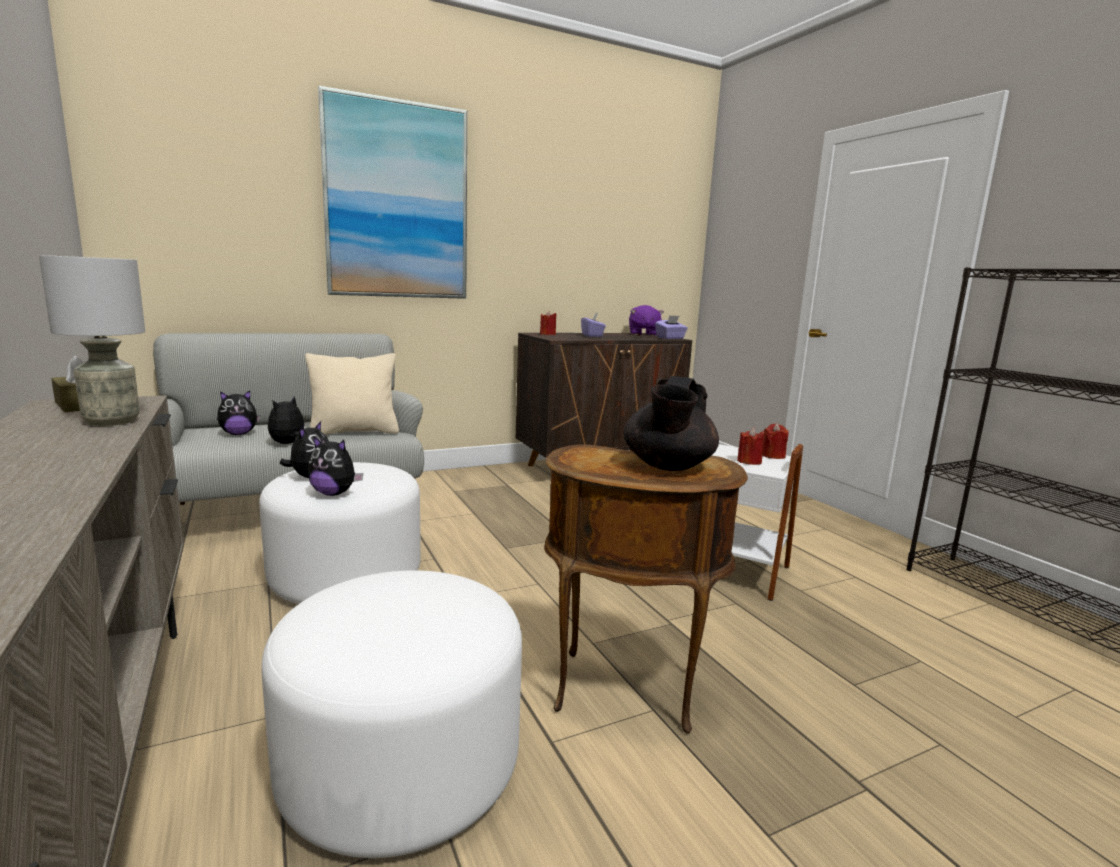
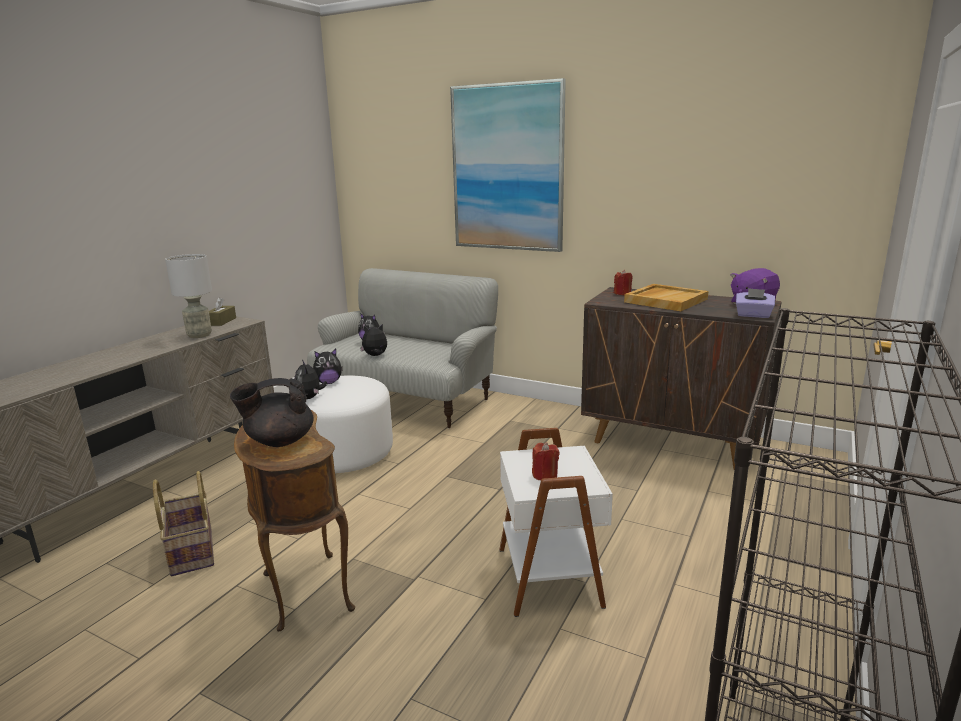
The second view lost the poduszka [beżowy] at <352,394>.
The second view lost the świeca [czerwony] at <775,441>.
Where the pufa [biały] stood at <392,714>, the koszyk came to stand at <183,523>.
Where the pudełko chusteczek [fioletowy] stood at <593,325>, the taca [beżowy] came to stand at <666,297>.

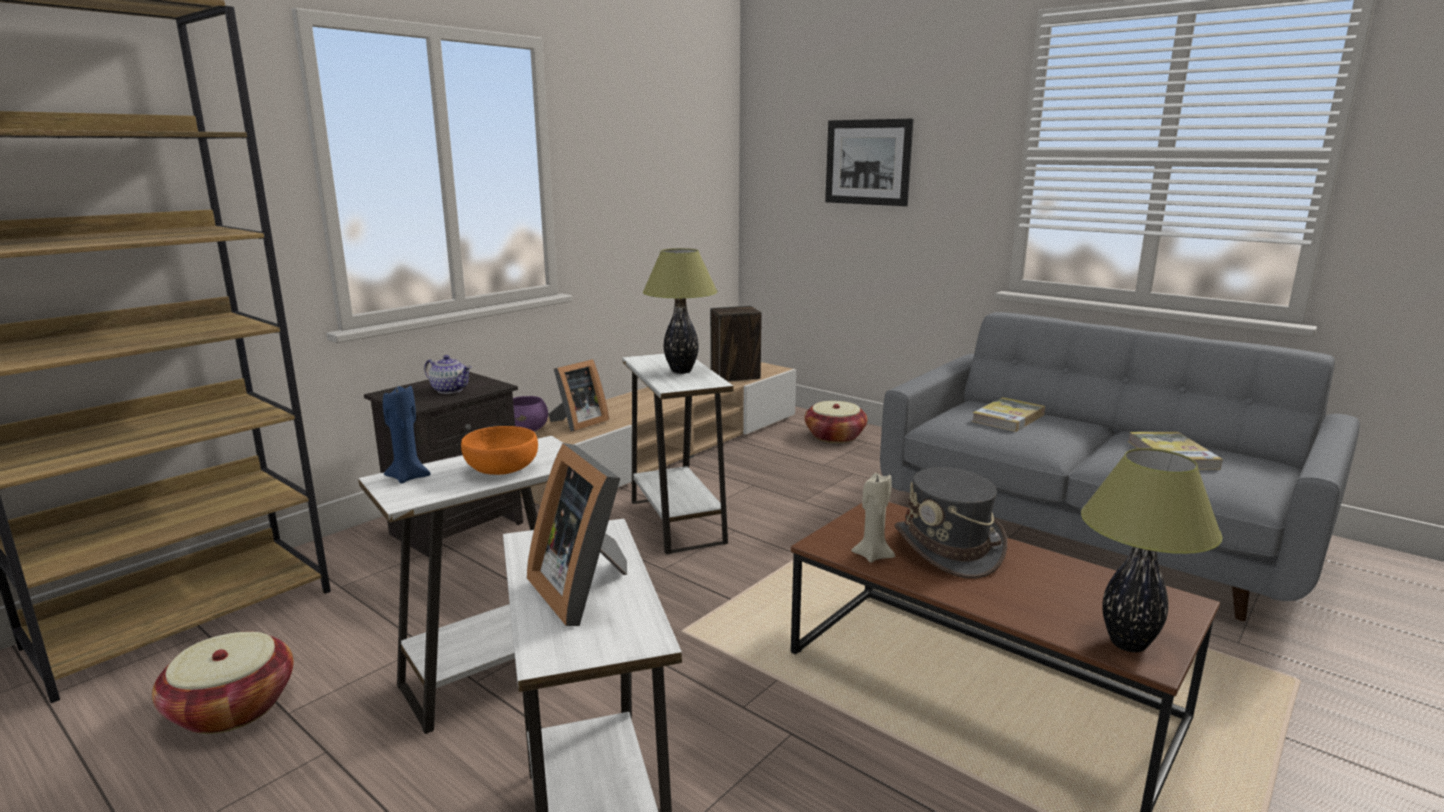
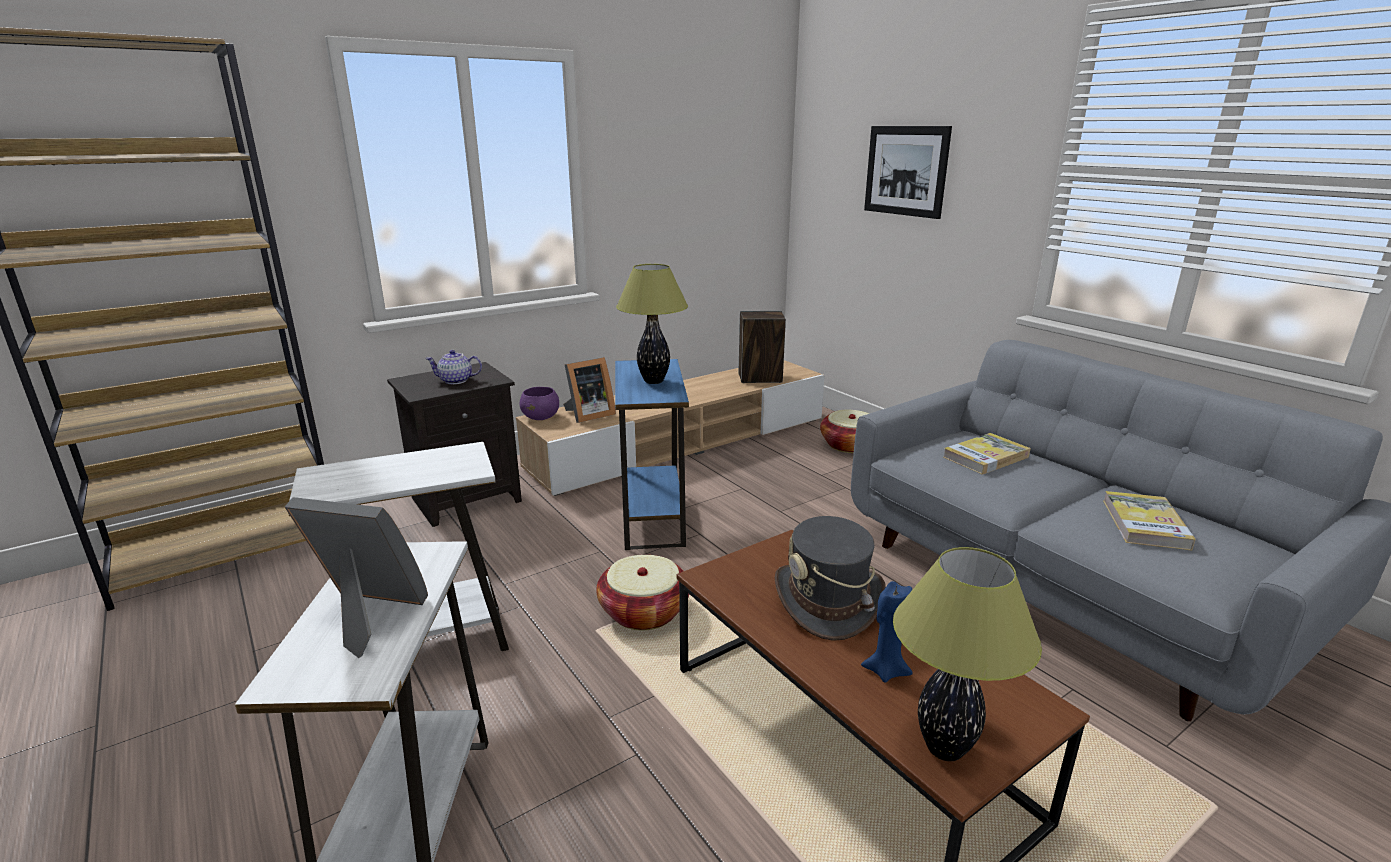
The second view lost the miska [pomarańczowy] at <499,450>.
The second view lost the świeca [beżowy] at <873,518>.
The koszyk ended up elsewhere, having gone from <222,683> to <642,592>.
The świeca [niebieski] ended up elsewhere, having gone from <407,434> to <887,632>.
What was the stolik [biały] at <678,454> turned into the stolik [niebieski] at <652,454>.
The imbryk at <448,374> ended up facing another way, 135 degrees clockwise from before.
The ramka na zdjęcie at <577,534> ended up facing another way, 120 degrees clockwise from before.

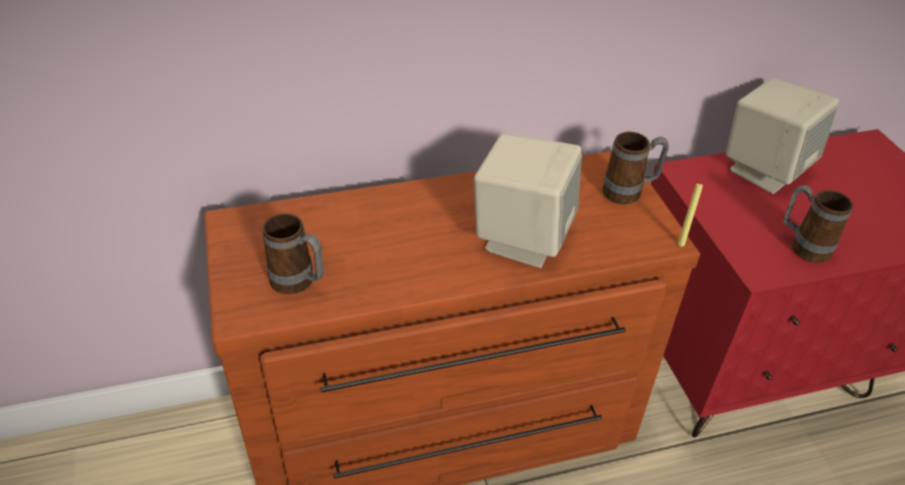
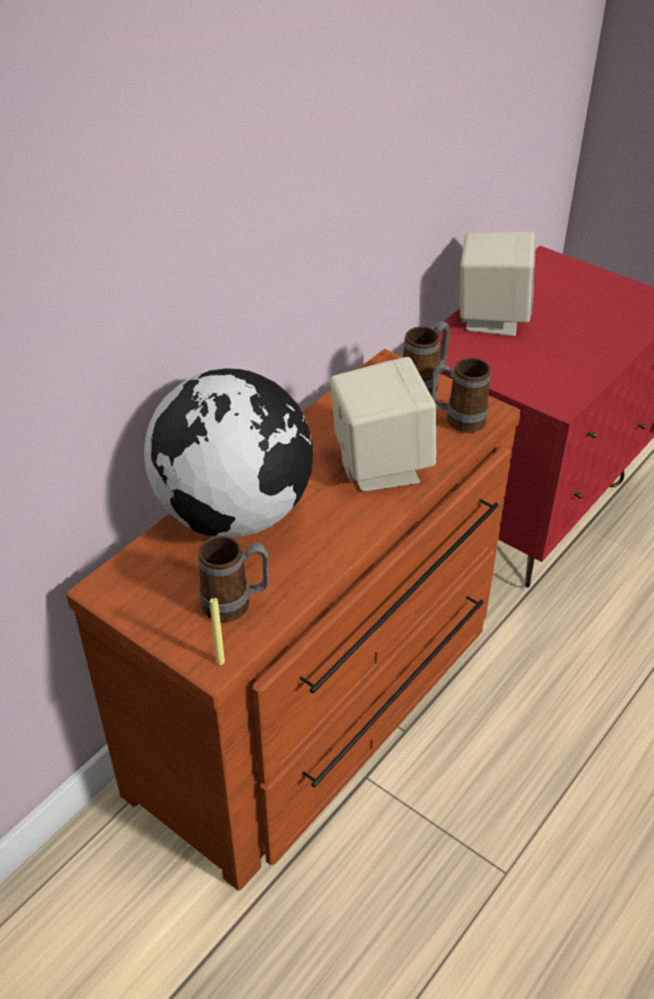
The second view gained the globus at <228,453>.
The świeca [żółty] ended up elsewhere, having gone from <690,215> to <217,631>.
The kubek ended up elsewhere, having gone from <818,224> to <461,395>.

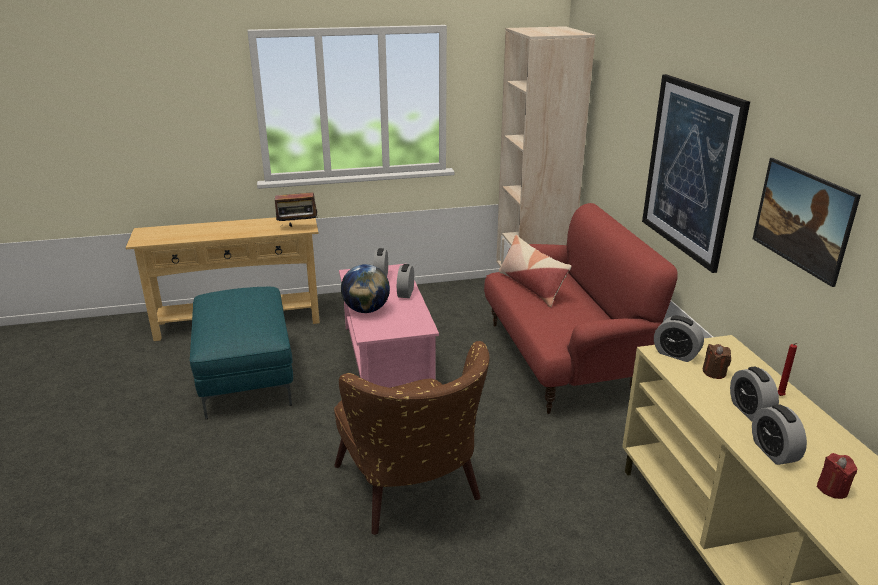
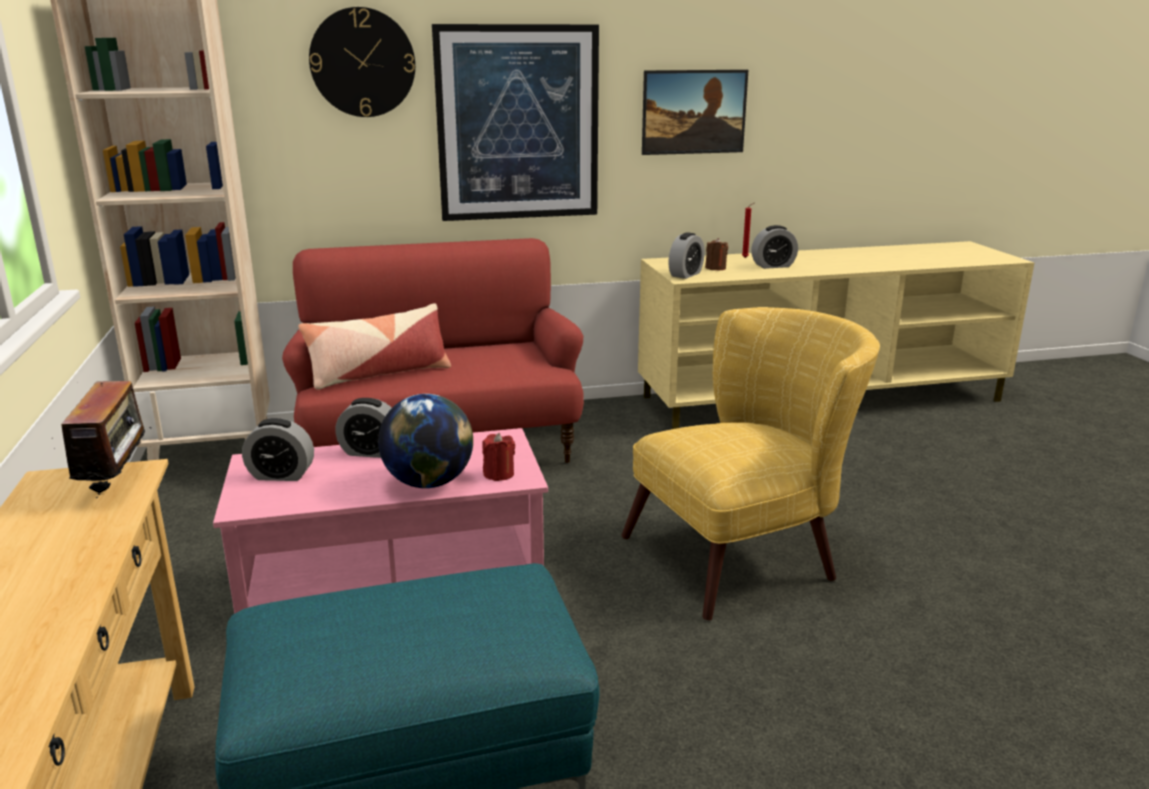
The second view lost the budzik at <779,435>.
The second view gained the zegar ścienny at <362,62>.
The świeca [czerwony] ended up elsewhere, having gone from <837,476> to <498,457>.
What was the fotel [brązowy] at <411,438> turned into the fotel [żółty] at <750,464>.

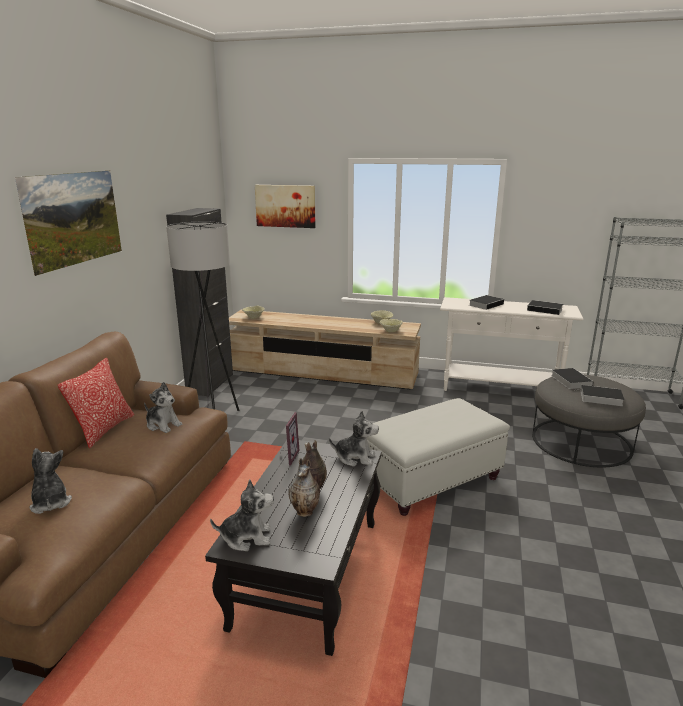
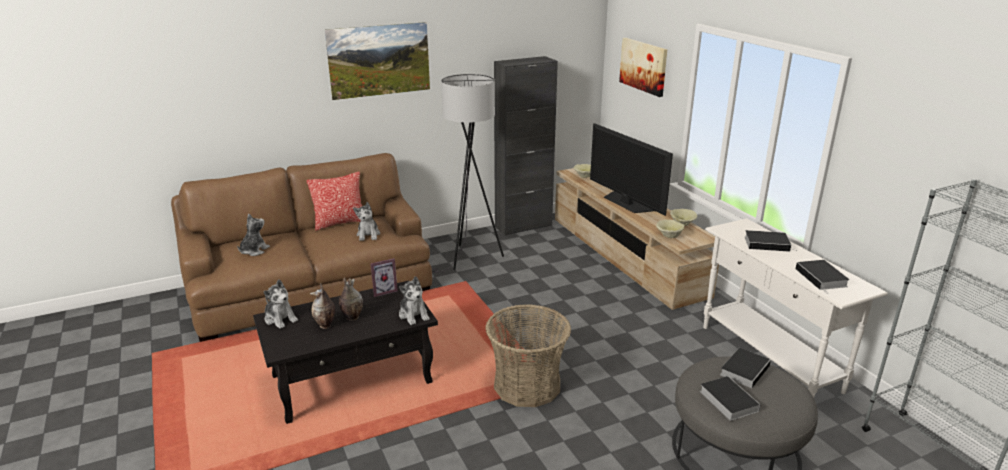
The second view gained the telewizor at <631,169>.
Where the pufa [biały] stood at <438,457>, the koszyk came to stand at <528,355>.

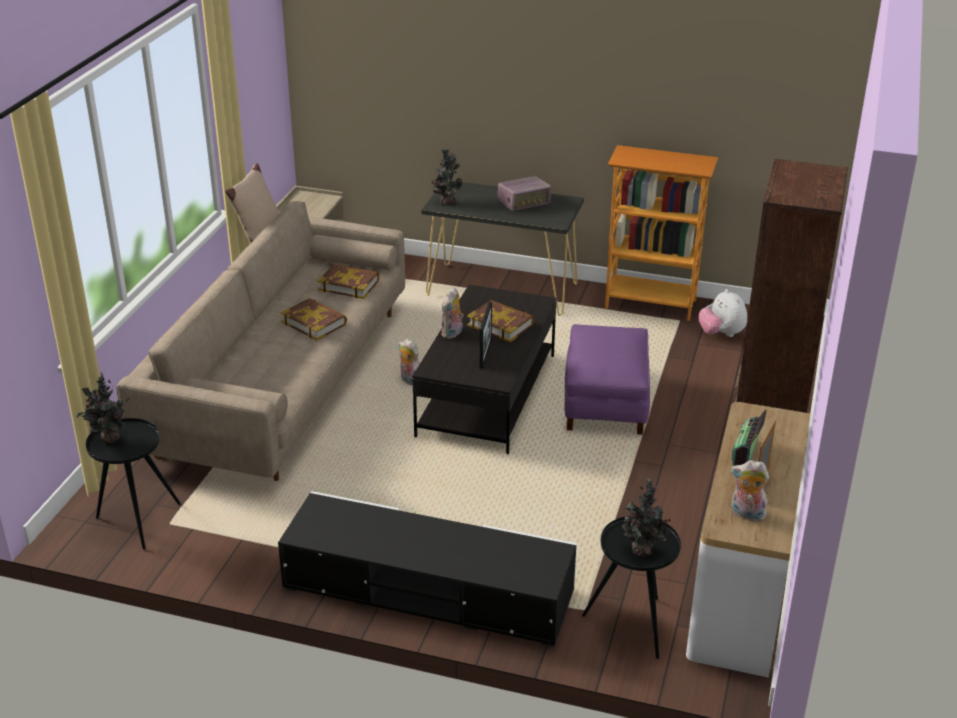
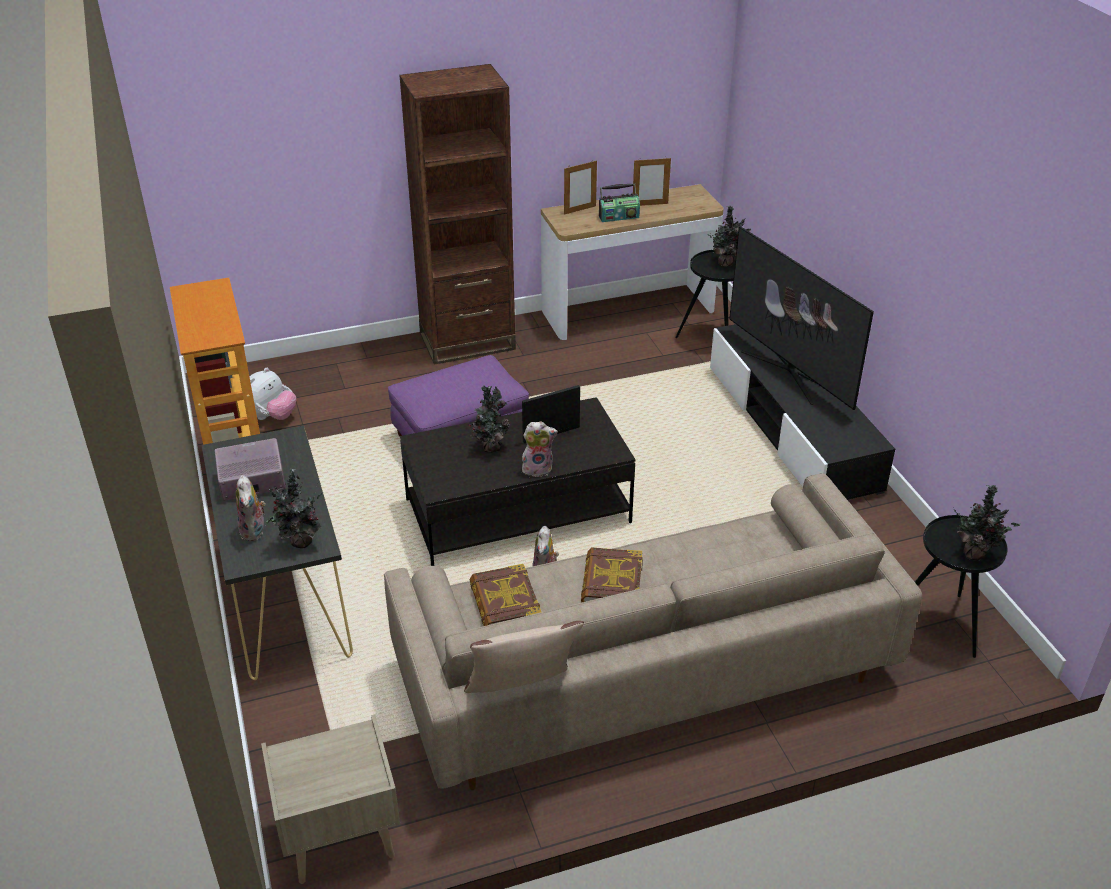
The second view gained the ramka na zdjęcie at <580,188>.
The second view gained the telewizor at <801,318>.
The pluszak ended up elsewhere, having gone from <750,491> to <251,508>.
Where the książka stood at <501,321>, the roślina doniczkowa came to stand at <489,419>.
The radio at <524,193> ended up facing another way, 45 degrees counterclockwise from before.

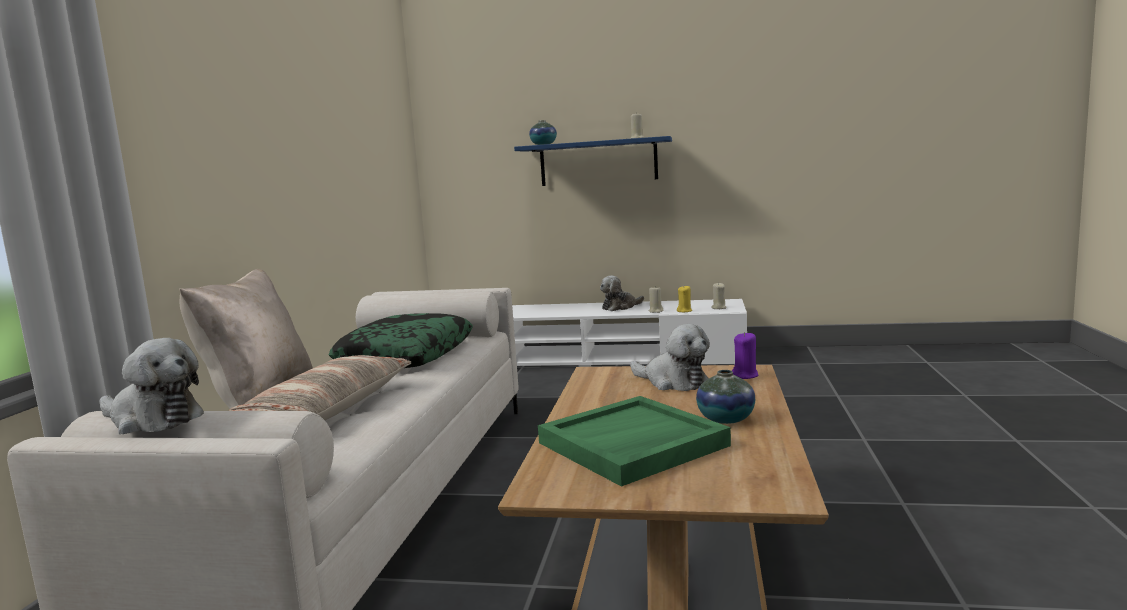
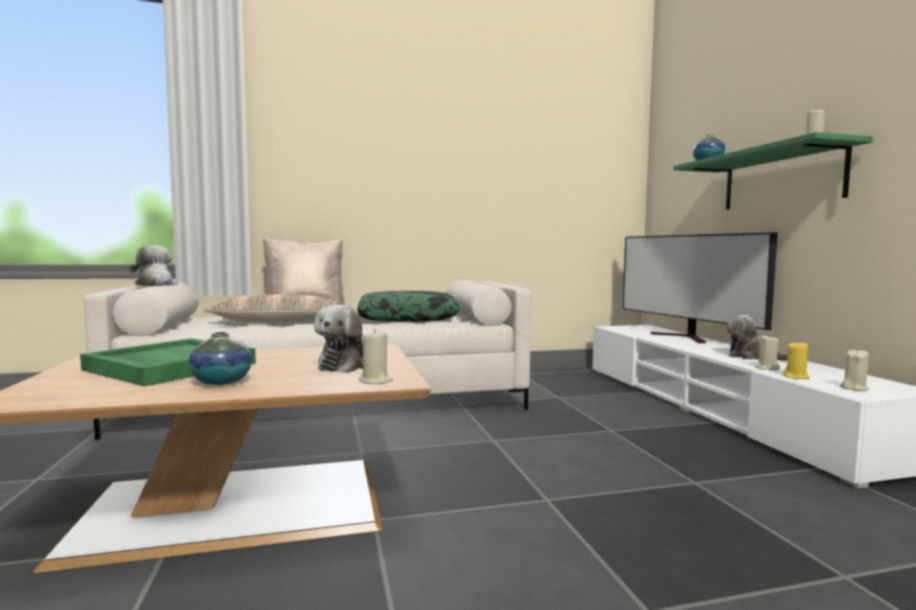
The second view gained the telewizor at <700,287>.
What was the półka [niebieski] at <593,161> turned into the półka [zielony] at <773,170>.
What was the świeca [fioletowy] at <745,355> turned into the świeca [beżowy] at <376,356>.
The pluszak at <152,386> ended up facing another way, 150 degrees clockwise from before.

